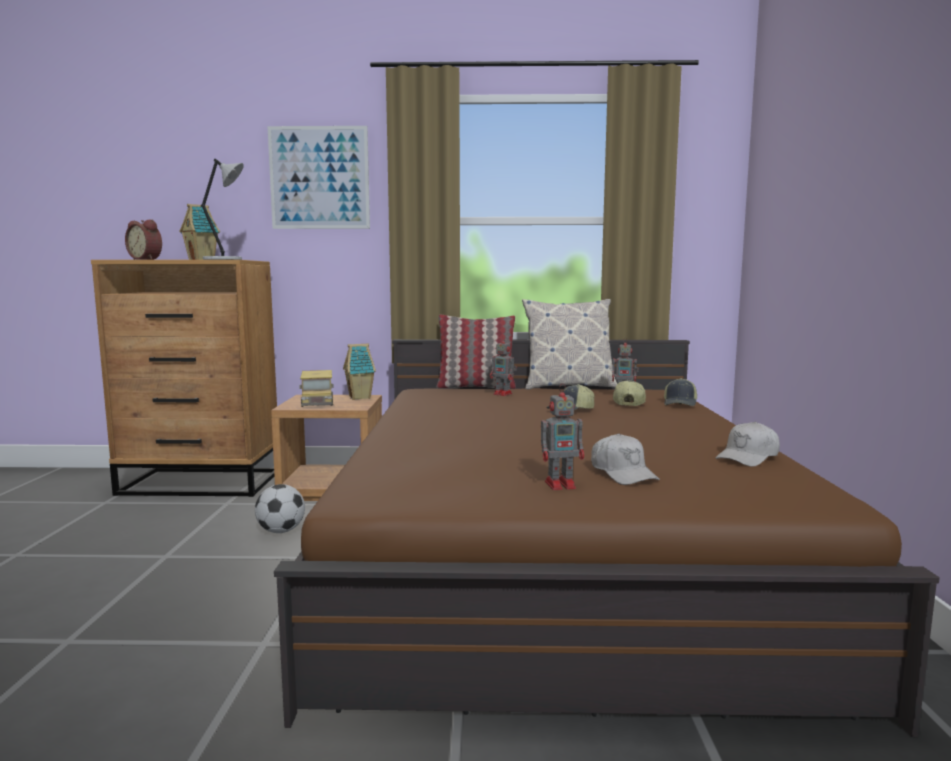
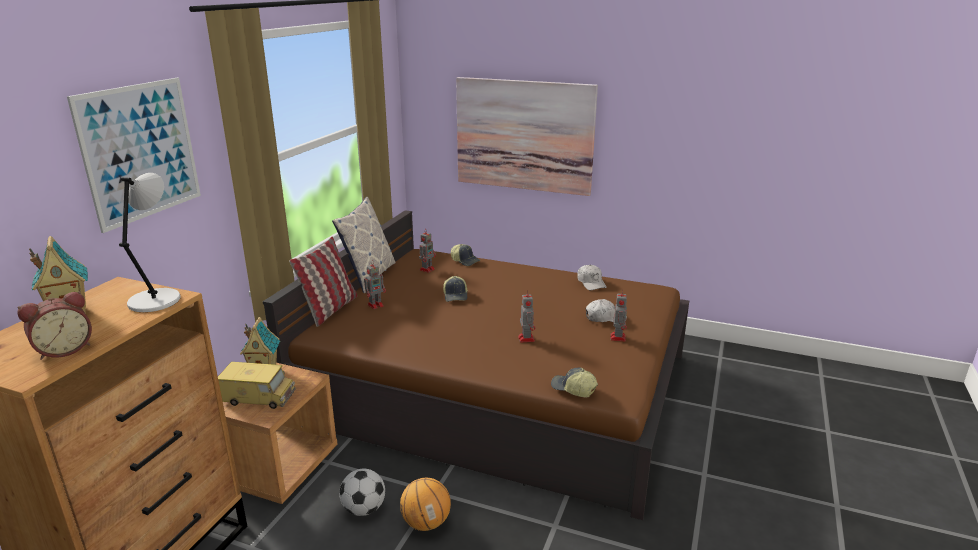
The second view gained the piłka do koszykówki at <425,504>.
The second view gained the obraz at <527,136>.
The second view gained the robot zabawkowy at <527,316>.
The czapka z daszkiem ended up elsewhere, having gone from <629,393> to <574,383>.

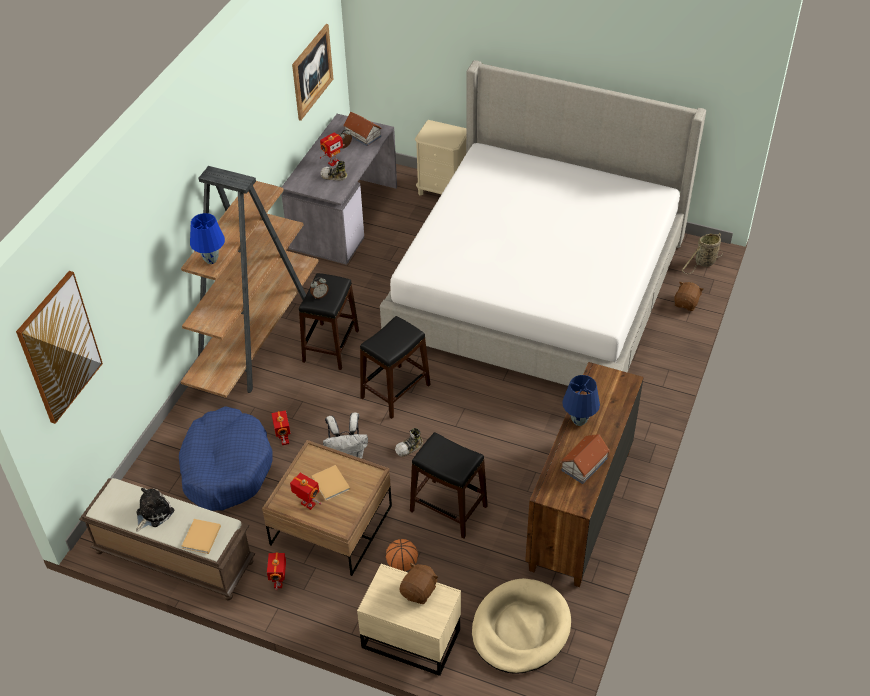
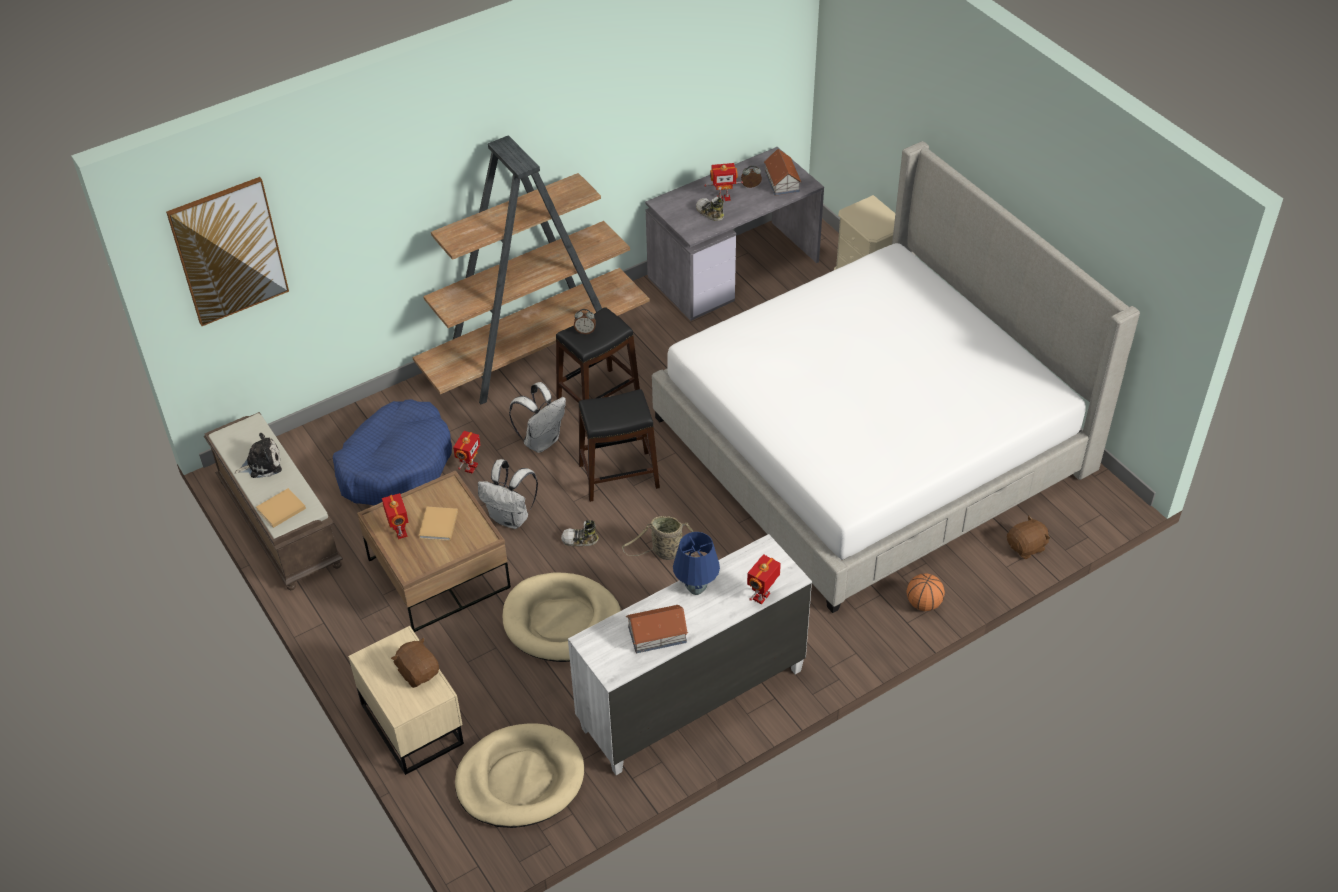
The second view lost the lampa stołowa [niebieski] at <207,238>.
The second view lost the obraz at <312,72>.
The second view gained the plecak [biały] at <537,417>.
The robot zabawkowy ended up elsewhere, having gone from <276,571> to <764,579>.
The piłka do koszykówki ended up elsewhere, having gone from <402,555> to <926,592>.
The koszyk ended up elsewhere, having gone from <702,253> to <659,538>.
Where the stołek [czarny] stood at <449,485>, the legowisko [beżowy] came to stand at <562,617>.
What was the komoda [brązowy] at <584,474> turned into the komoda [biały] at <690,654>.
The pluszak [brązowy] at <419,583> ended up facing another way, 105 degrees counterclockwise from before.

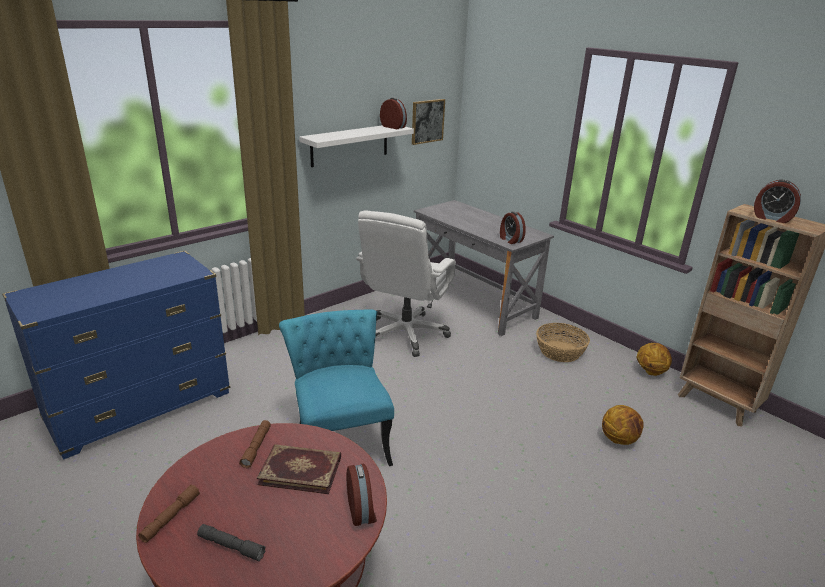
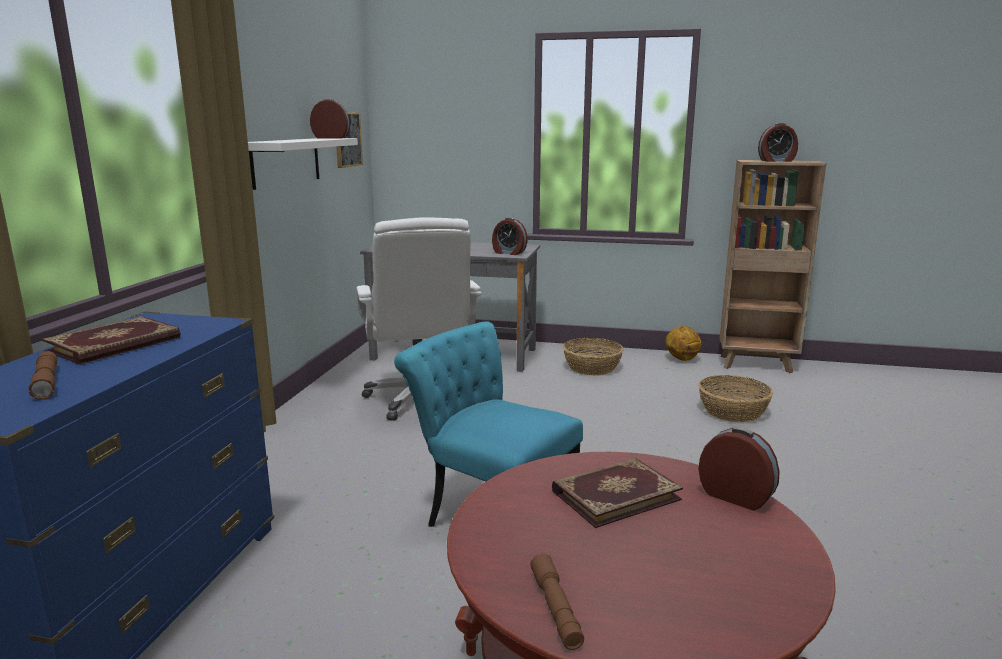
The second view lost the latarka [szary] at <231,542>.
The second view gained the książka at <111,340>.
The latarka [brązowy] ended up elsewhere, having gone from <255,444> to <43,375>.
Where the piłka do koszykówki stood at <623,425>, the koszyk came to stand at <735,398>.

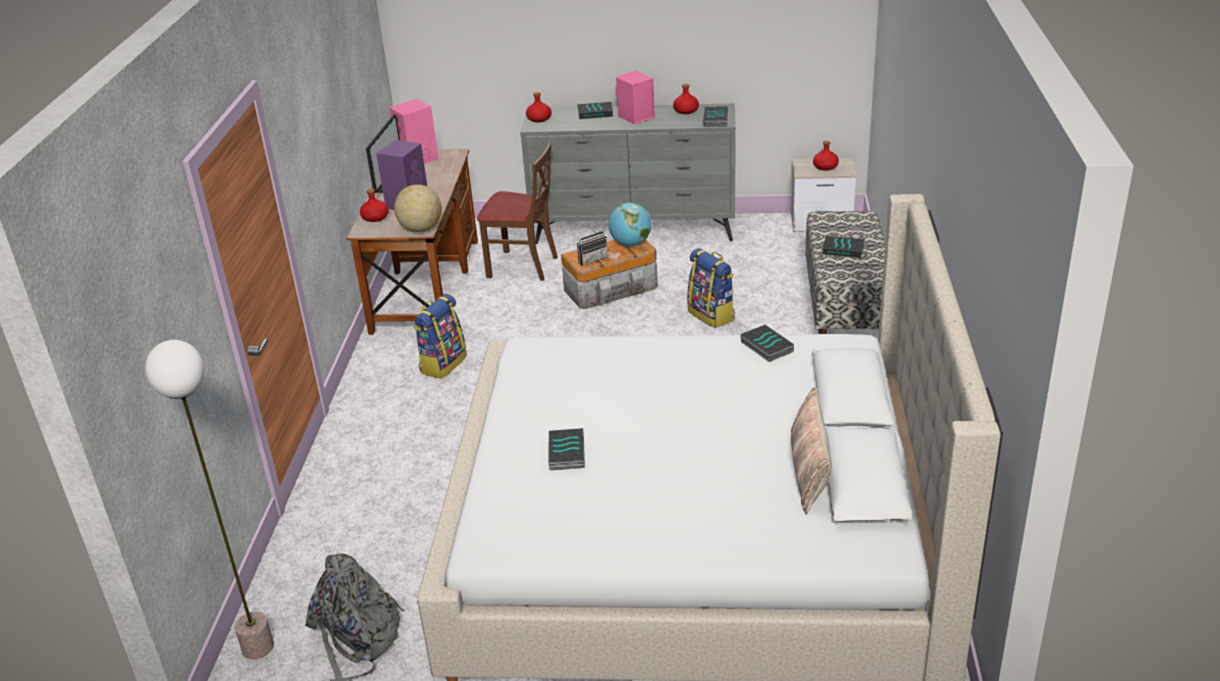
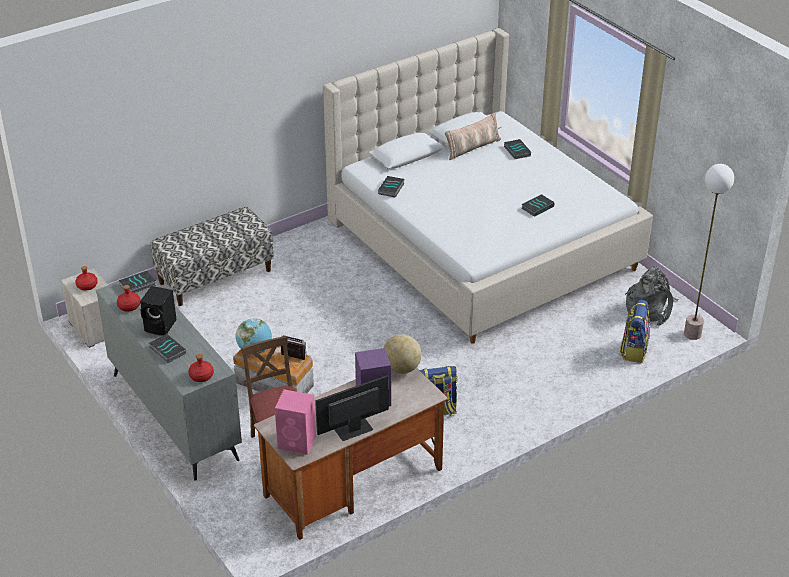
The second view lost the butelka [czerwony] at <374,205>.
The plecak ended up elsewhere, having gone from <711,288> to <635,331>.
The książka ended up elsewhere, having gone from <843,247> to <517,149>.
What was the głośnik [różowy] at <635,97> turned into the głośnik [czarny] at <158,310>.

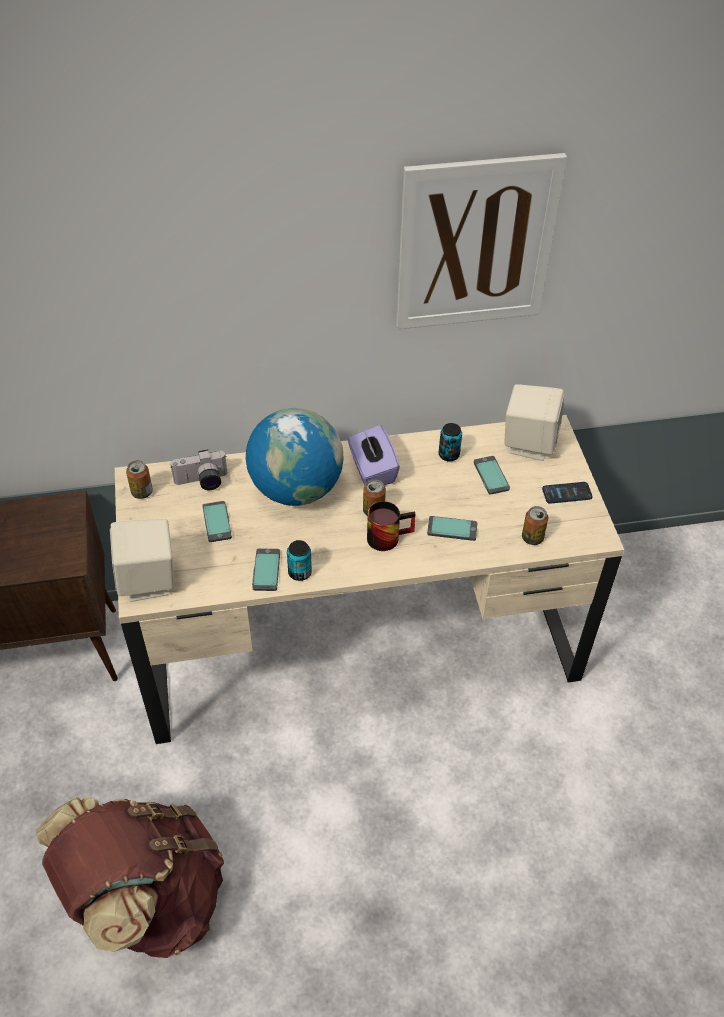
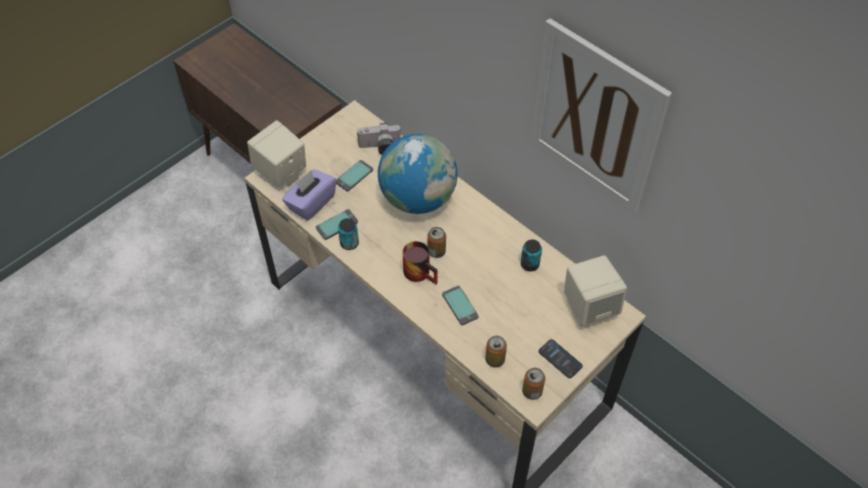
The second view lost the plecak [brązowy] at <130,877>.
The second view lost the telefon at <492,475>.
The puszka ended up elsewhere, having gone from <139,479> to <533,384>.
The pudełko chusteczek [fioletowy] ended up elsewhere, having gone from <374,455> to <309,195>.
The aparat fotograficzny at <198,469> ended up facing another way, 45 degrees counterclockwise from before.

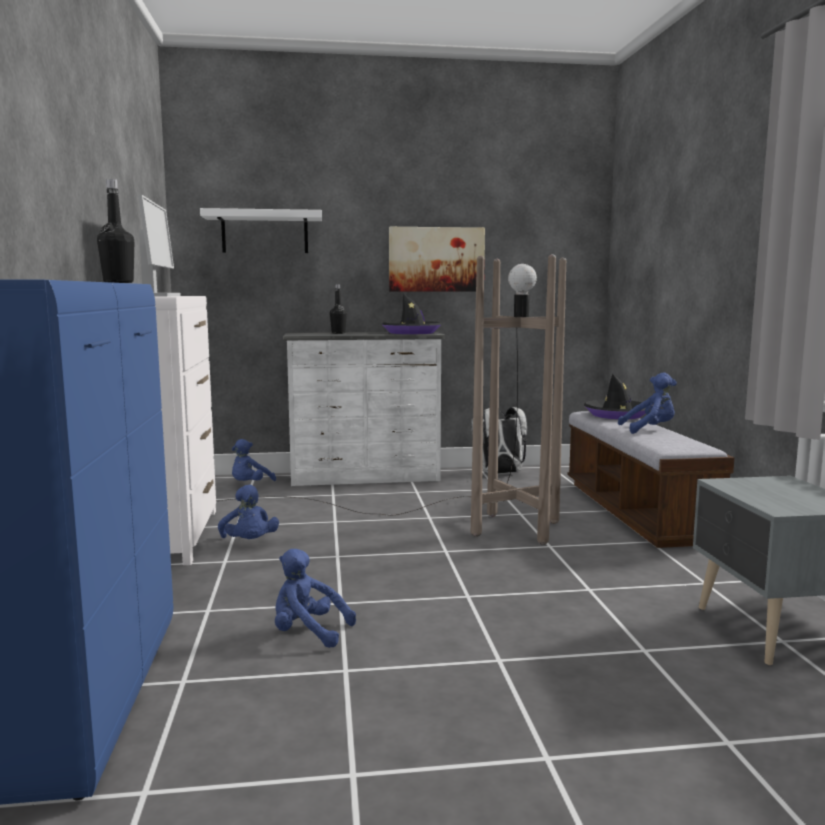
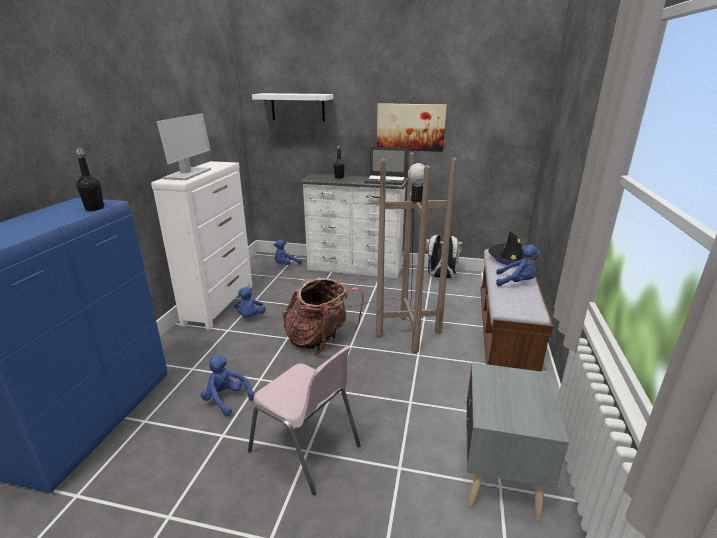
The second view gained the krzesło [różowy] at <304,420>.
The second view gained the plecak at <323,316>.
Where the kapelusz [czarny] stood at <412,313>, the laptop came to stand at <386,166>.

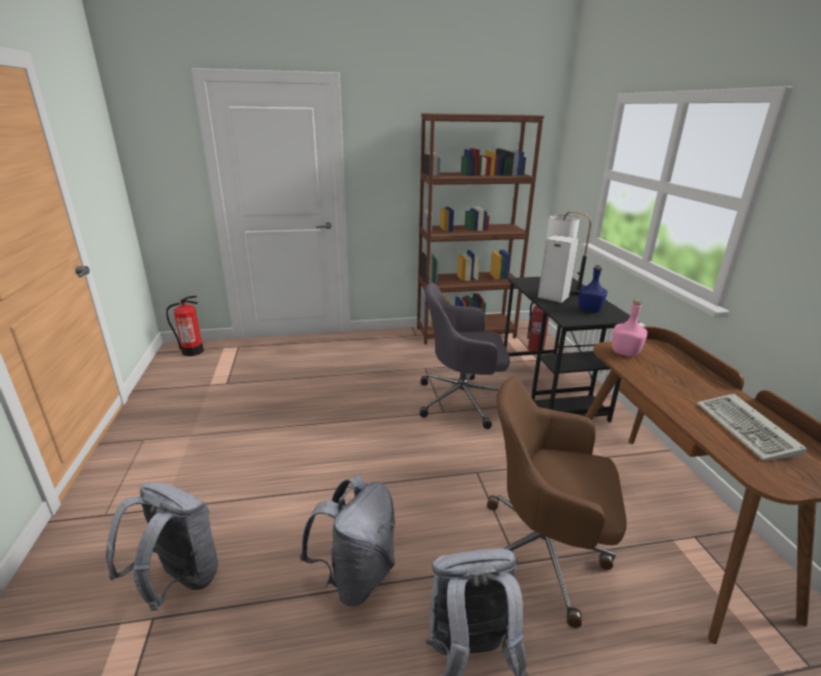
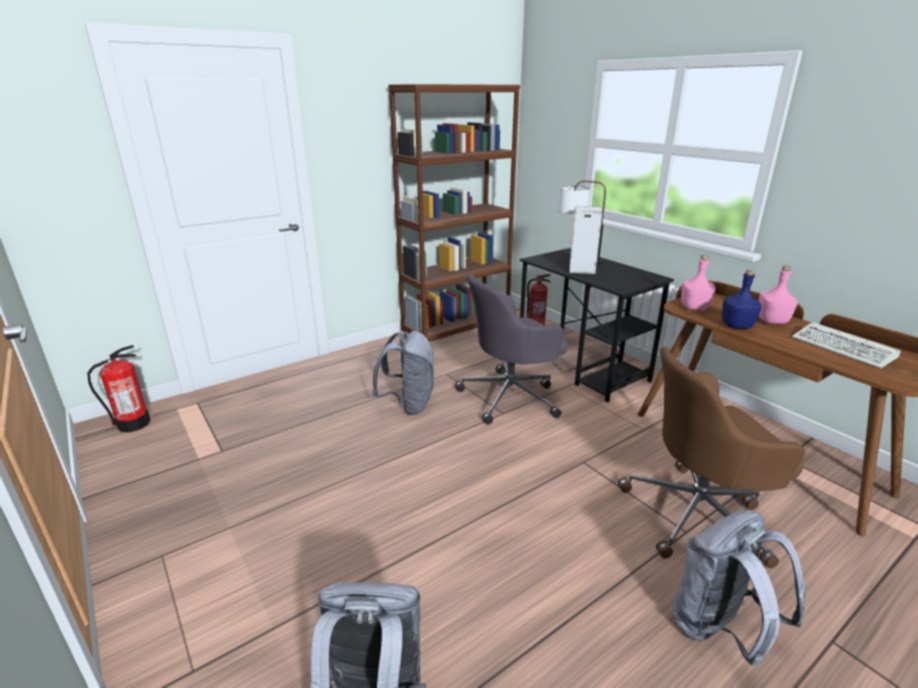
The second view gained the butelka [różowy] at <778,294>.
The plecak [szary] ended up elsewhere, having gone from <347,541> to <403,373>.
The butelka [niebieski] ended up elsewhere, having gone from <593,288> to <742,299>.

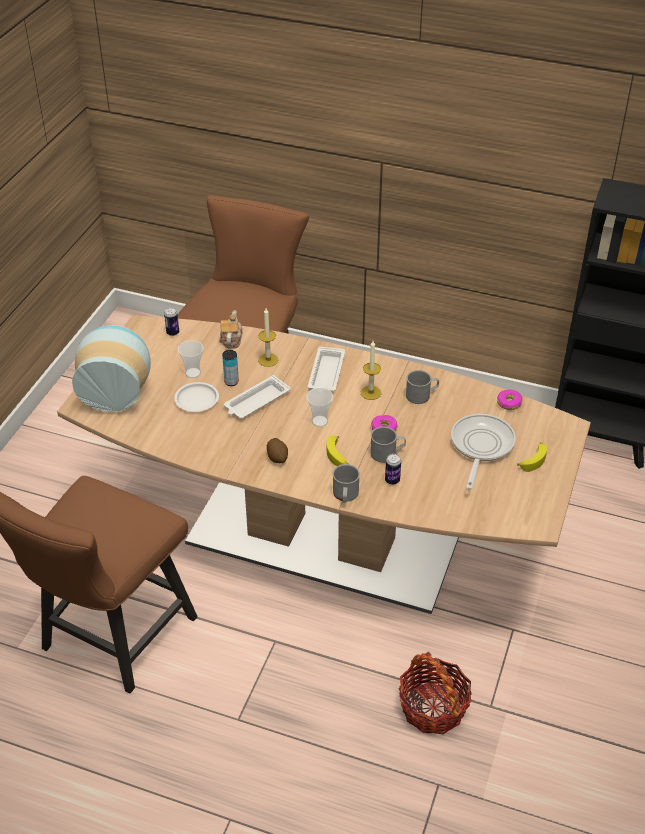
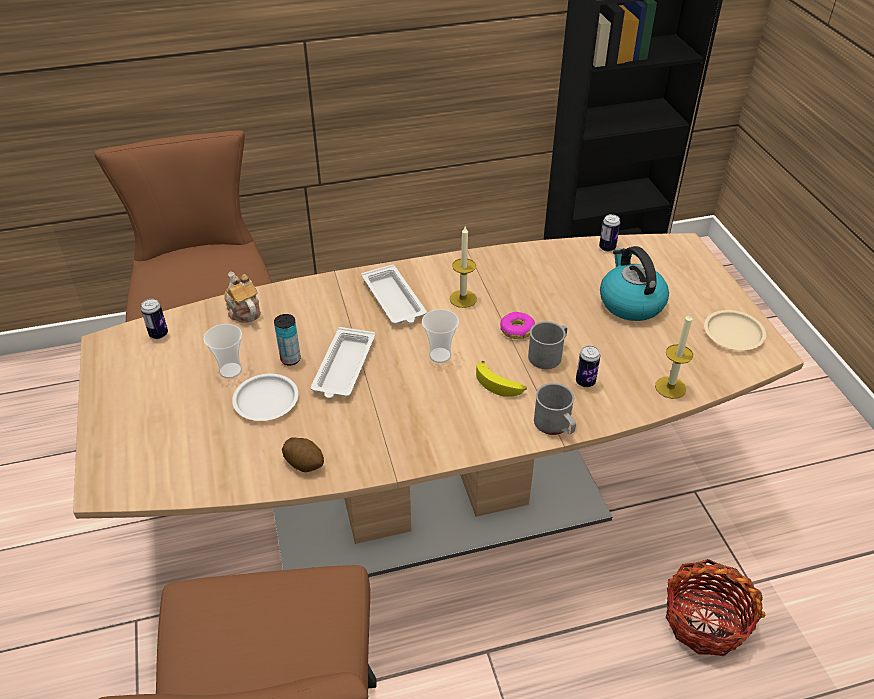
The second view lost the wazon at <111,368>.
The second view lost the kubek [szary] at <422,387>.
The second view lost the banan at <532,457>.
The second view gained the talerz [beżowy] at <735,330>.
The świeca ended up elsewhere, having gone from <268,337> to <674,355>.
The ziemniak ended up elsewhere, having gone from <277,450> to <303,455>.
Where the patelnia stood at <483,451>, the czajnik came to stand at <634,283>.
Where the donut stood at <509,400>, the puszka came to stand at <609,233>.

